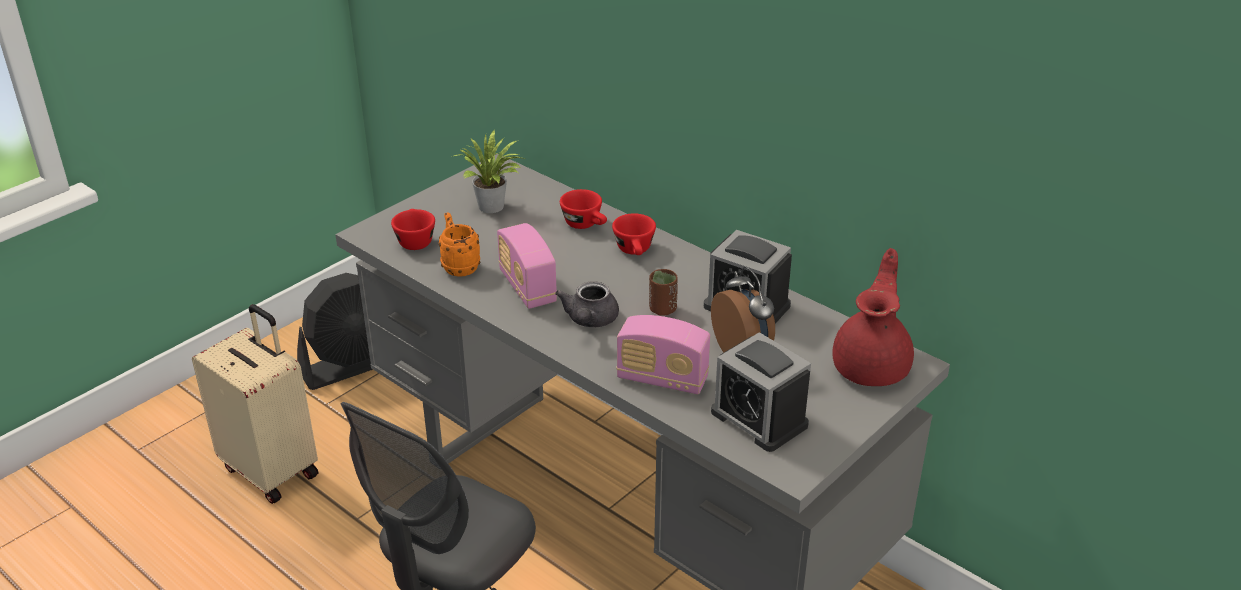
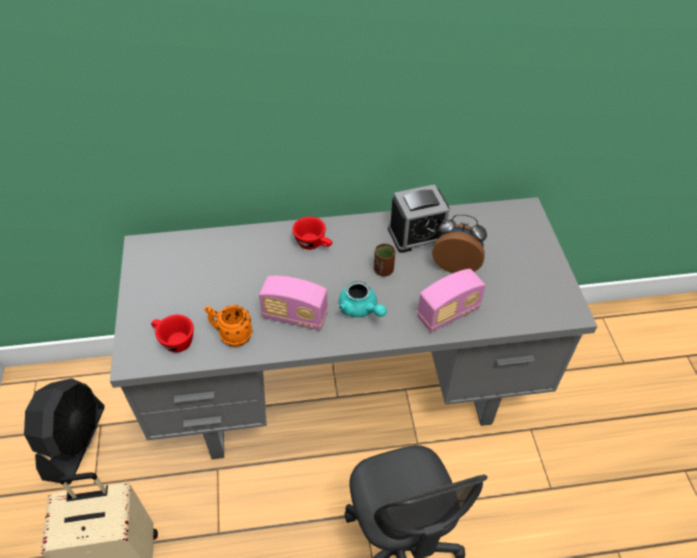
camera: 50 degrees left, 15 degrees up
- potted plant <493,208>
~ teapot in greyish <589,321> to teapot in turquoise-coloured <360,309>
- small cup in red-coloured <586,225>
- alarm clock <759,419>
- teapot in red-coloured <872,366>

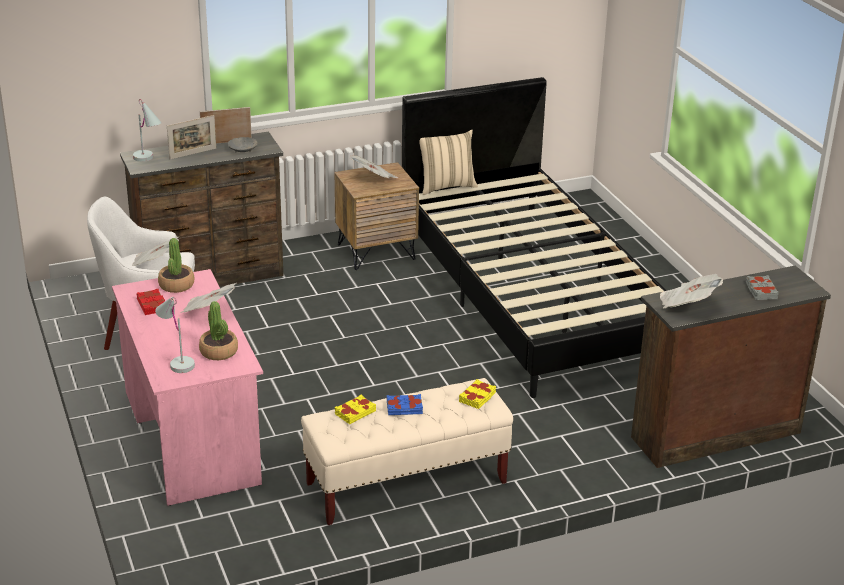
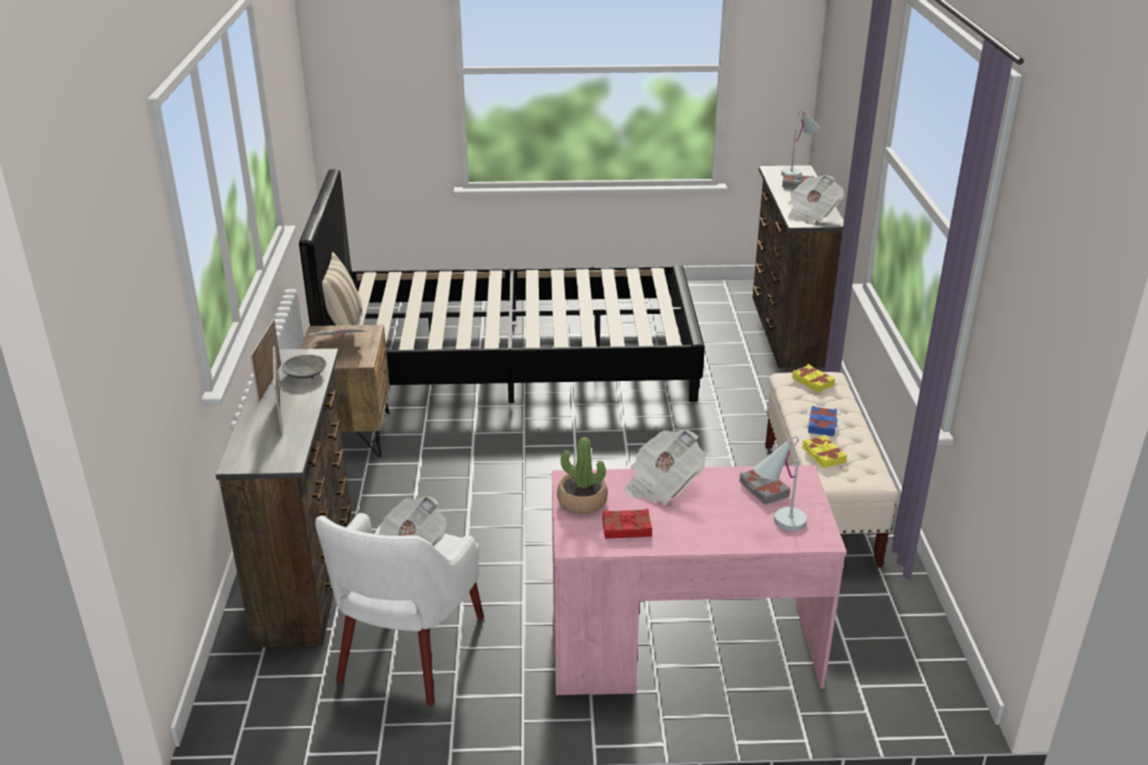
camera: 70 degrees left, 0 degrees up
~ tabletop lamp in white-coloured <149,160> to <798,172>
~ potted plant <219,351> to volume in greyish <763,489>

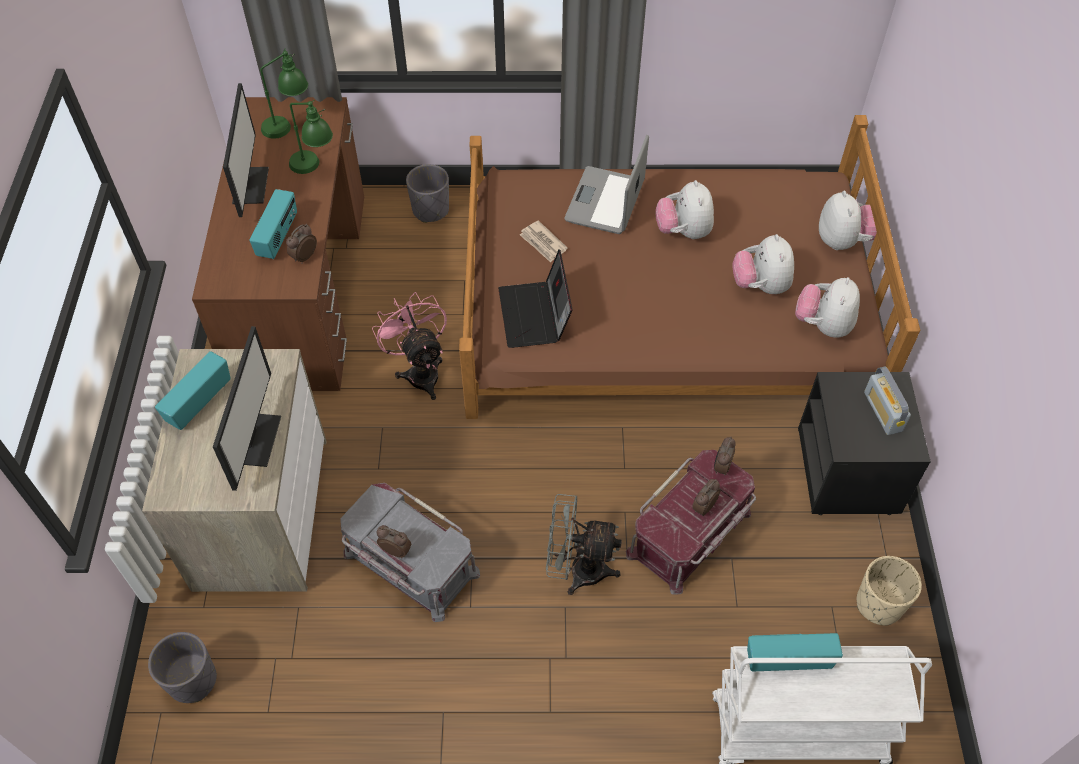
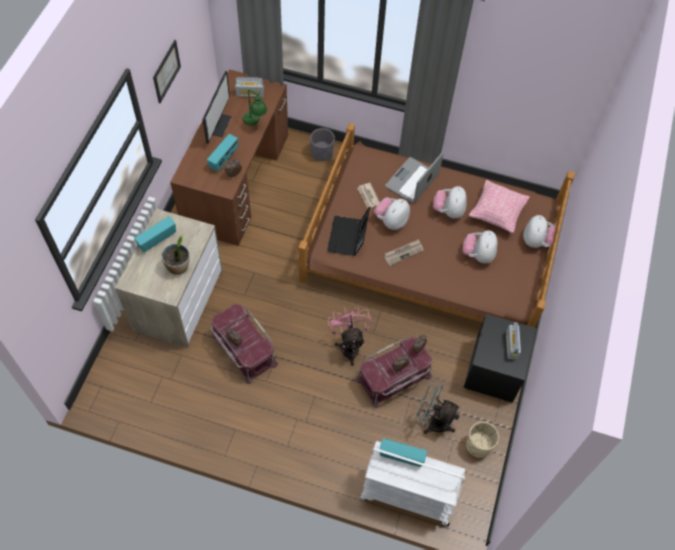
camera: 15 degrees right, 5 degrees up
- plant pot in greyish <192,680>
~ computer screen <255,438> to potted plant <178,267>
~ tabletop lamp in green <289,125> to radio <250,93>
~ storage box in greyish <409,564> to storage box in red-coloured <243,350>
~ electric fan in pinkish <420,371> to <349,345>
~ electric fan in greyish <577,569> to <432,421>
~ soft toy <823,325> to <391,221>
+ wall art <166,71>
+ printed paper <403,253>
+ throw pillow in pinkish <496,214>

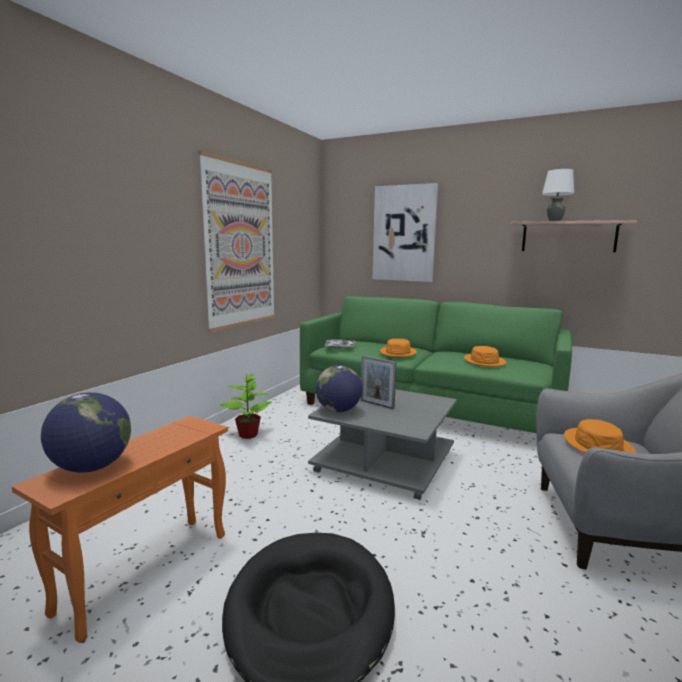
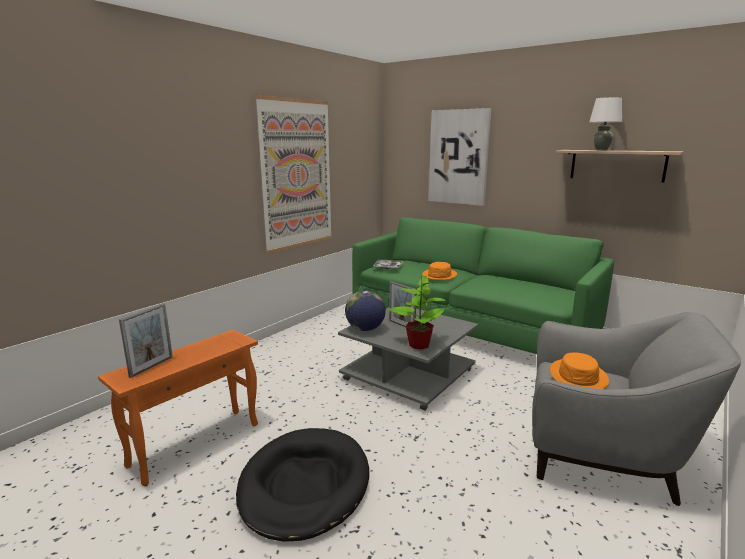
camera: 10 degrees right, 5 degrees up
~ world globe <92,467> to standing frame <151,366>
~ potted plant <248,434> to <419,344>
- wearable hat in orange <484,361>

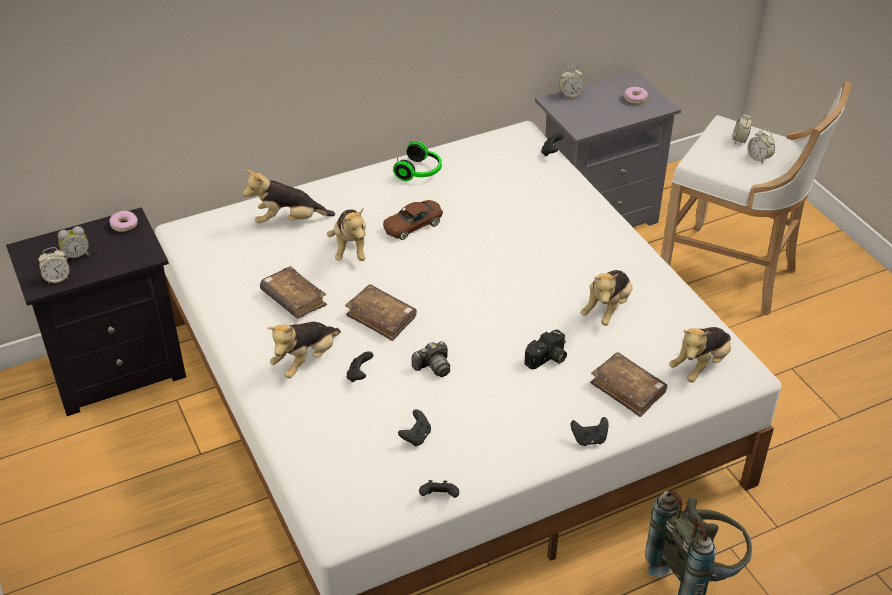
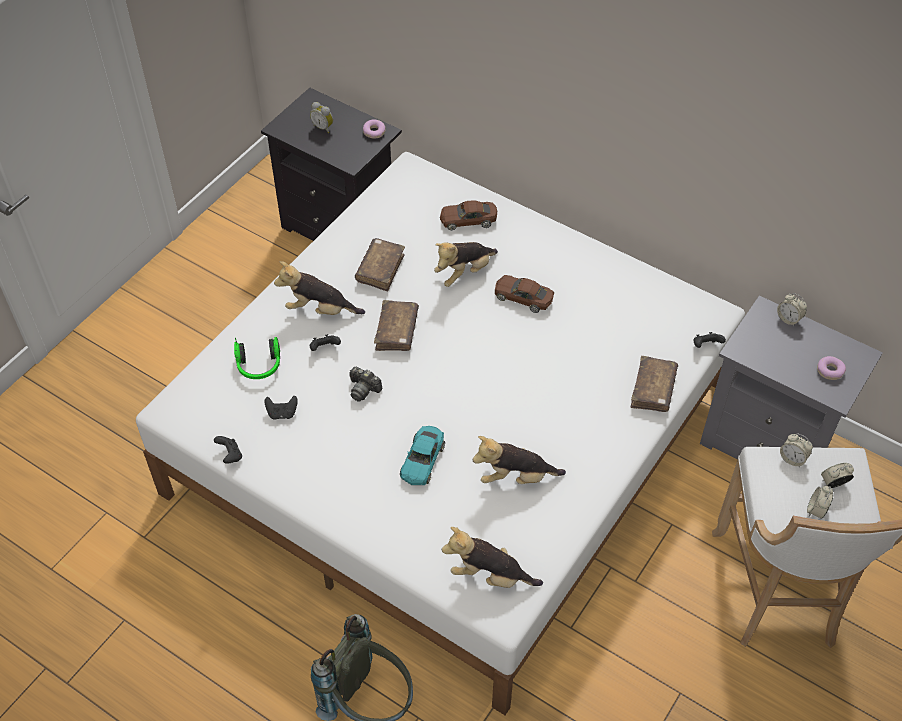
camera: 60 degrees right, 10 degrees up
~ alarm clock <57,278> to <792,458>
~ soft toy <288,221> to miniature car in brown <468,220>
~ headphones <420,172> to <259,366>
~ photo camera <547,359> to miniature car in turquoise-coloured <422,460>
- gamepad in black-coloured <589,439>
~ volume in brown <628,390> to <653,389>

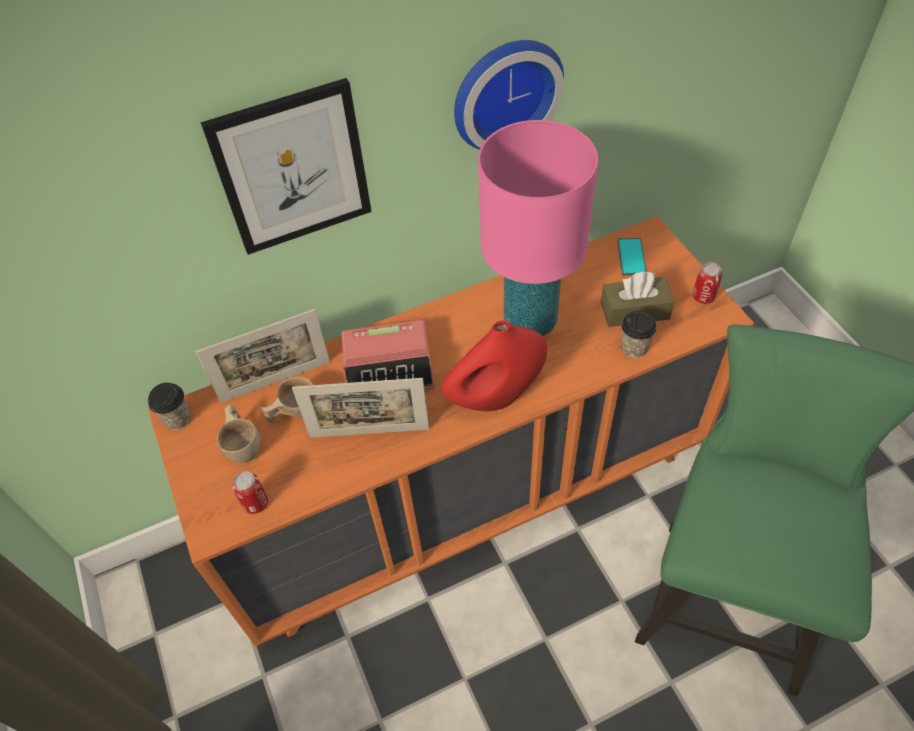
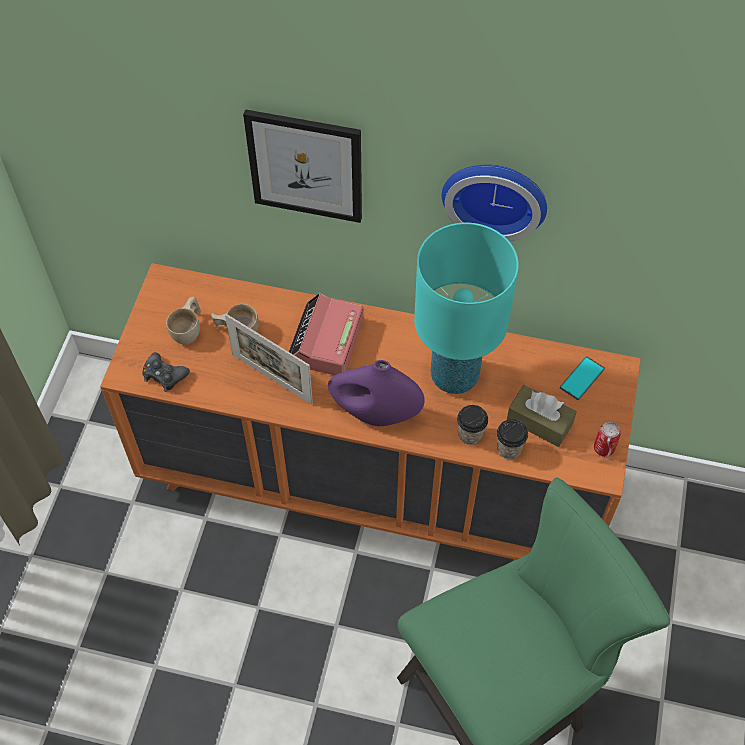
camera: 35 degrees right, 5 degrees up
~ small cup <178,419> to <470,435>
- standing frame <276,381>
~ sealed can <255,503> to gamepad in black-coloured <164,375>
~ alarm clock <389,368> = <325,342> 75 degrees clockwise
~ decorative vase in red-coloured <495,397> to decorative vase in purple <375,414>
~ tabletop lamp in pinkish <530,321> to tabletop lamp in turquoise-coloured <455,375>

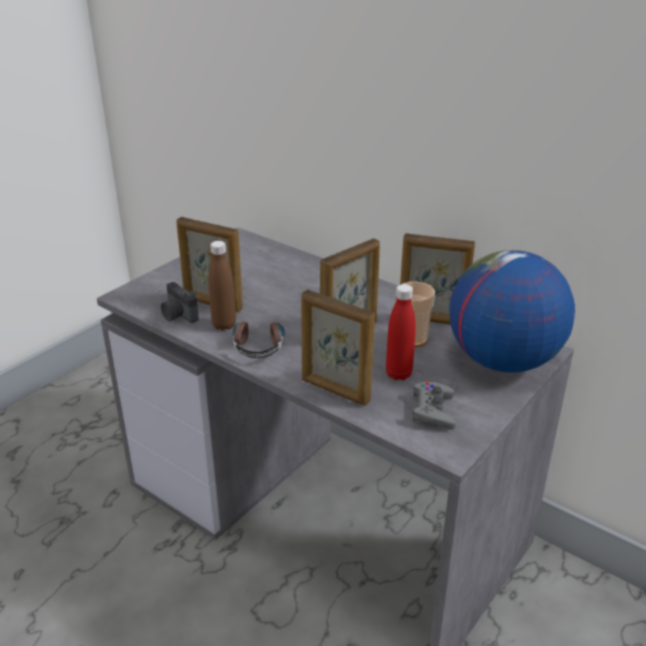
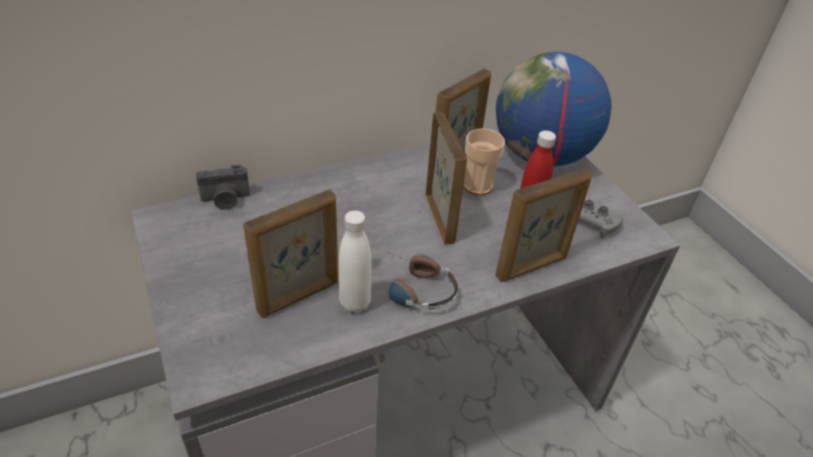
camera: 65 degrees left, 10 degrees up
~ photo camera <178,315> to <226,200>
~ bottle in brown <224,325> to bottle in white-coloured <355,303>

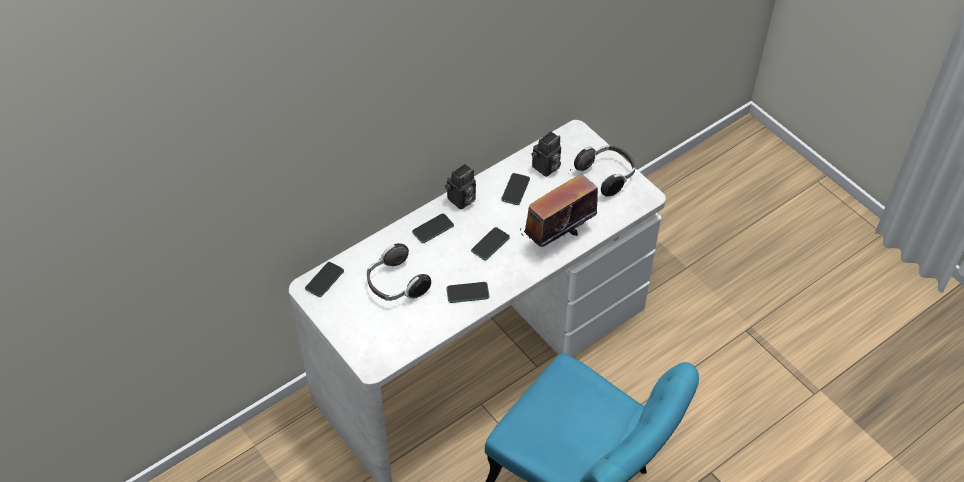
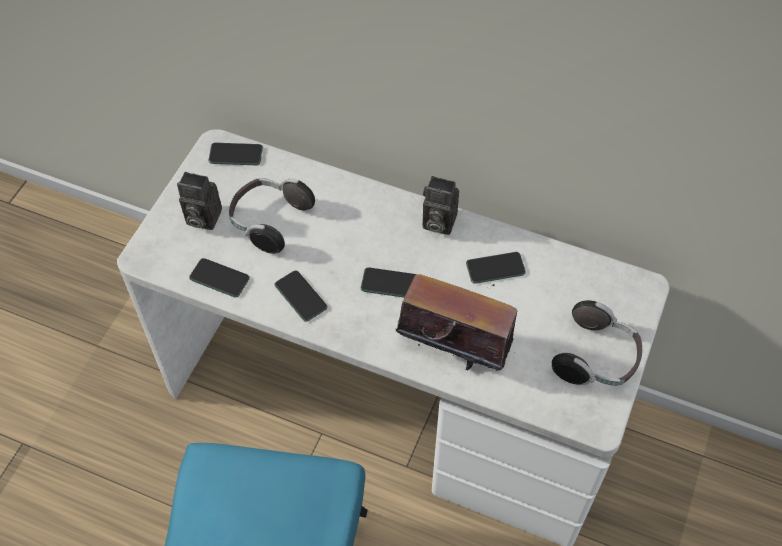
camera: 60 degrees right, 5 degrees up
~ phone <433,229> to <219,278>
~ photo camera <546,168> to <201,218>

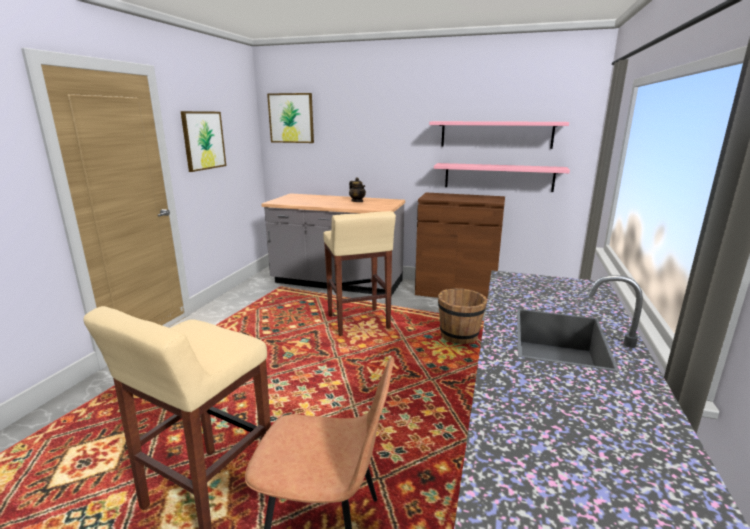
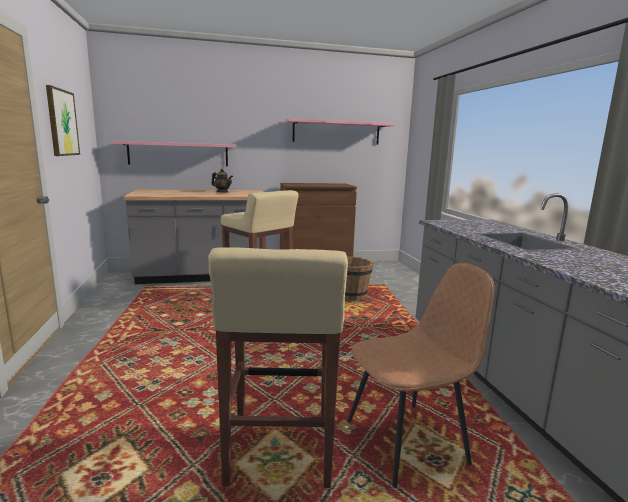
camera: 30 degrees left, 5 degrees down
- wall art <291,118>
~ bracket shelf in pinkish <498,177> to <178,154>

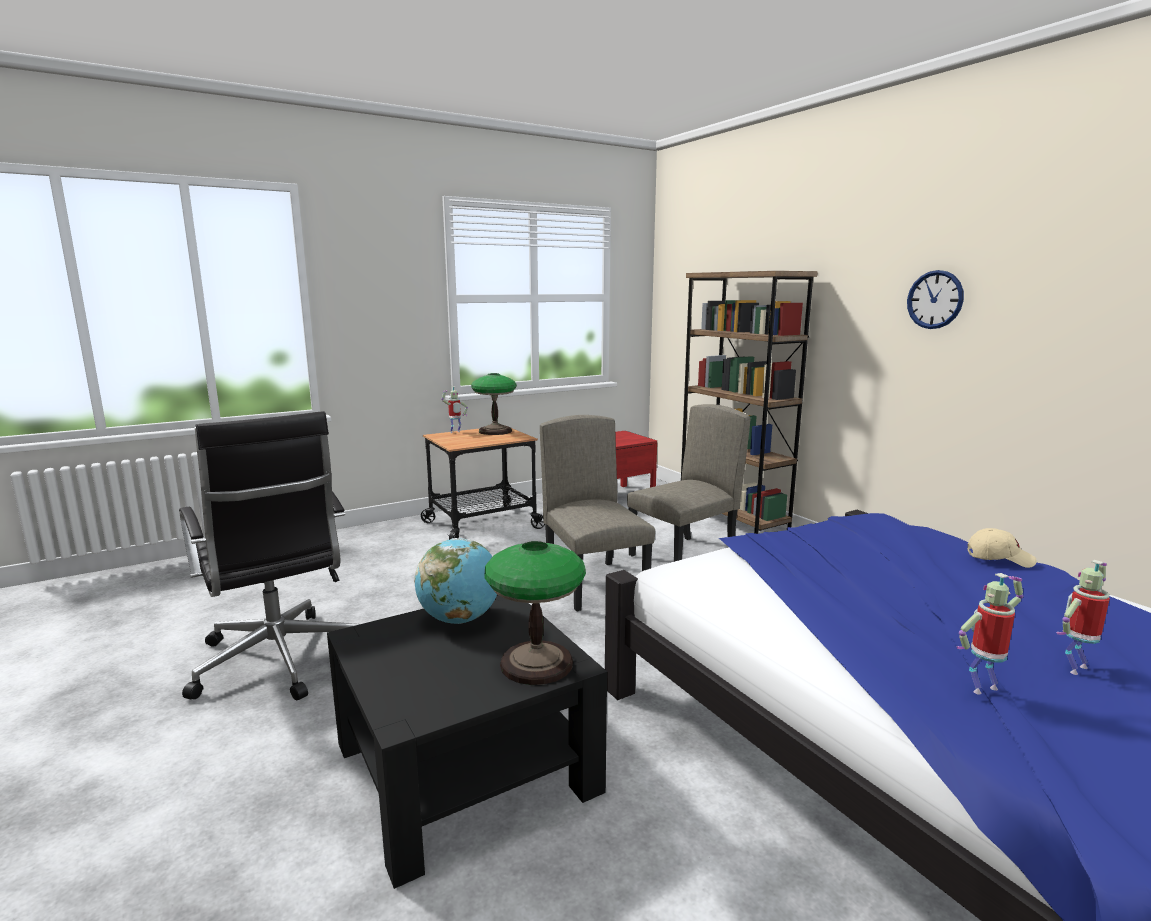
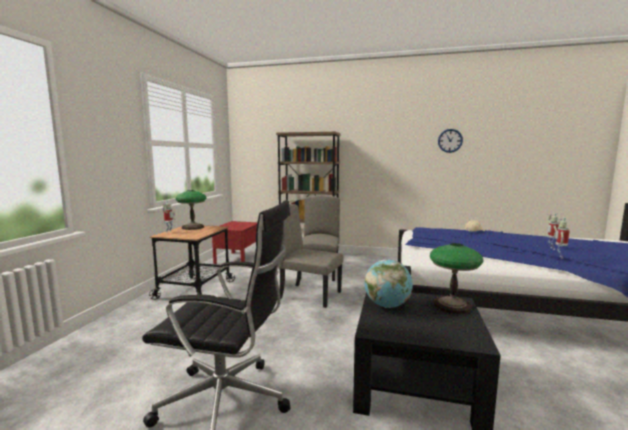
camera: 45 degrees left, 5 degrees down
~ wall clock <935,299> to <450,140>

